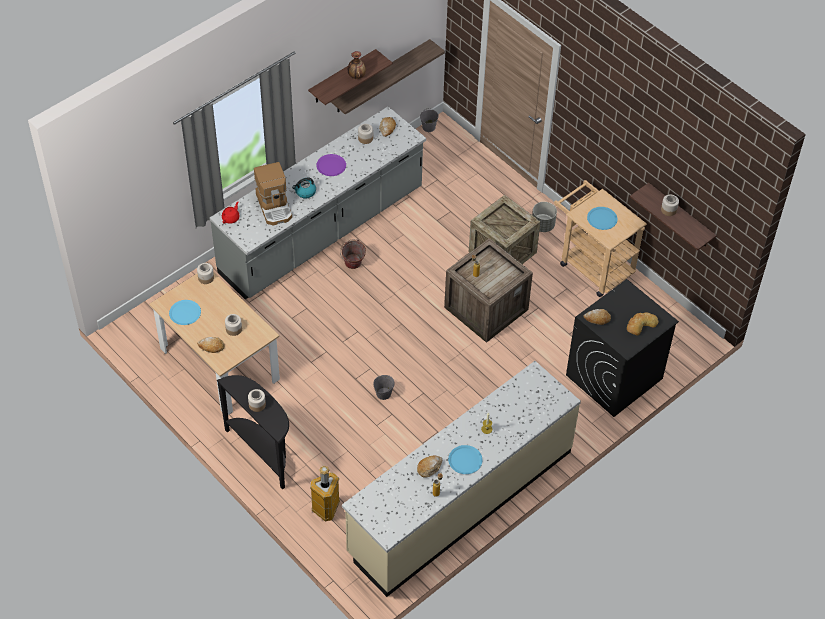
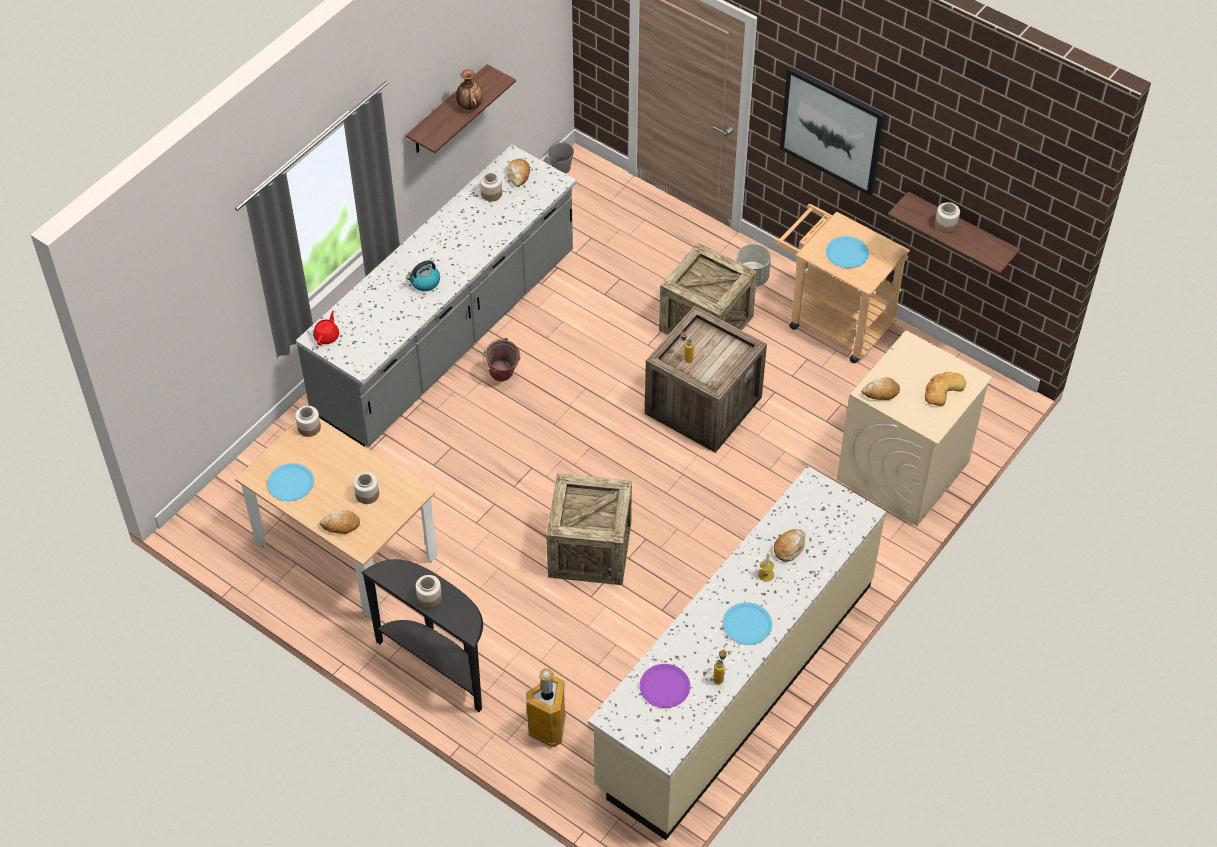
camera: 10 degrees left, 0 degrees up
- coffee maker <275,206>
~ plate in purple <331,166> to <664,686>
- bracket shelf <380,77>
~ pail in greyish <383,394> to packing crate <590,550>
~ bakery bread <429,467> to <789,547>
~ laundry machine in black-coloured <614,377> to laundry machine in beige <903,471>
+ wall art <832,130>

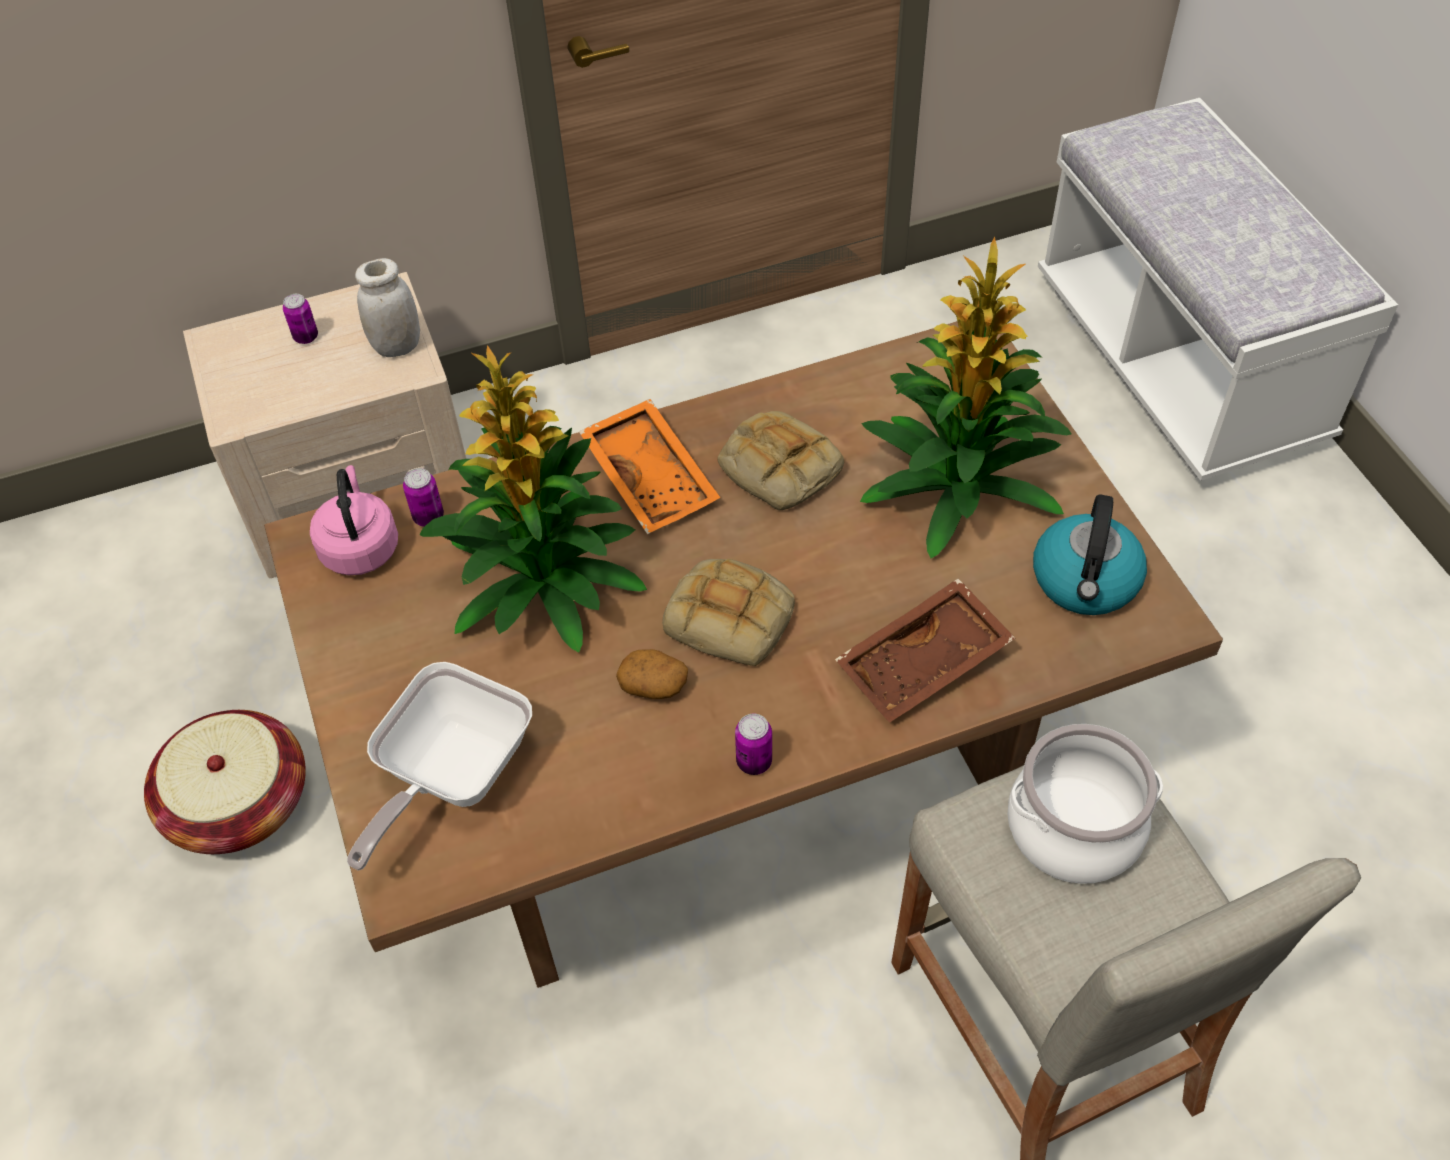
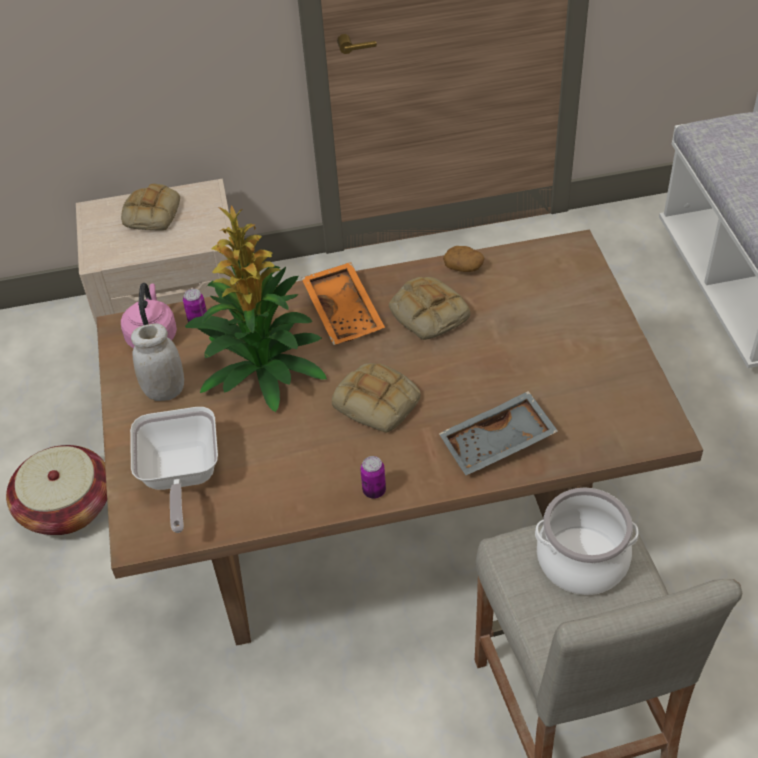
camera: 10 degrees right, 5 degrees down
~ sealed can <306,337> to bakery bread <151,213>
~ frying pan <450,777> = <180,478> 45 degrees counterclockwise
~ jar in white-coloured <397,346> to <165,391>
~ spud <654,684> to <464,267>
~ carrying tray in brown <925,664> to carrying tray in greyish <498,444>
- potted plant <955,483>
- kettle <1085,581>

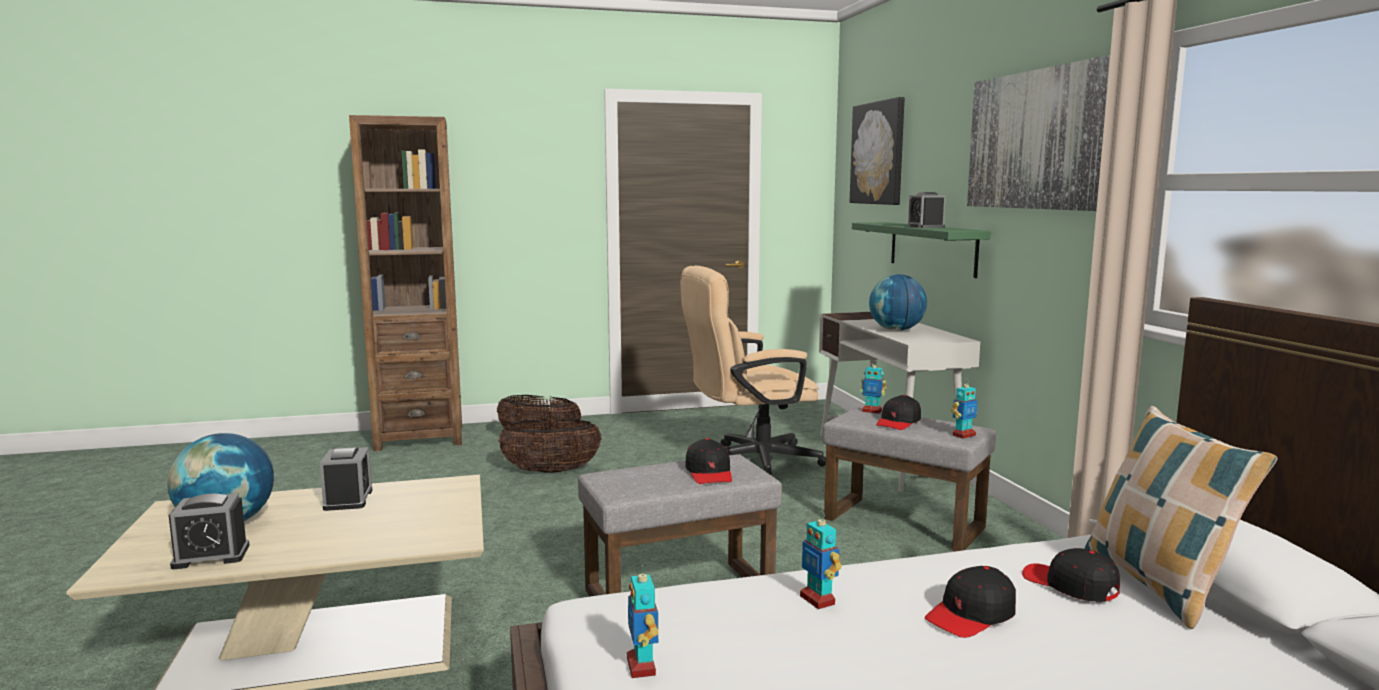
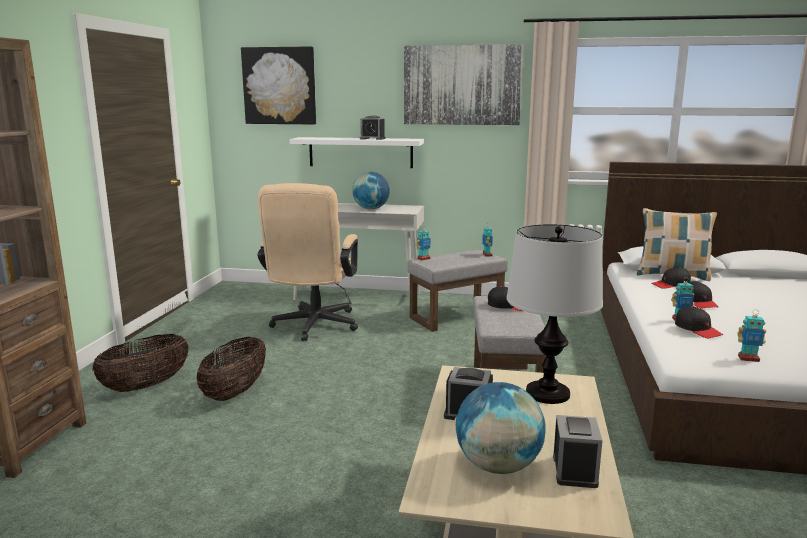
camera: 65 degrees left, 5 degrees up
~ bracket shelf in green <932,248> to bracket shelf in white-coloured <360,152>
~ peaked cap in black-coloured <898,422> to <697,329>
+ tabletop lamp <547,394>

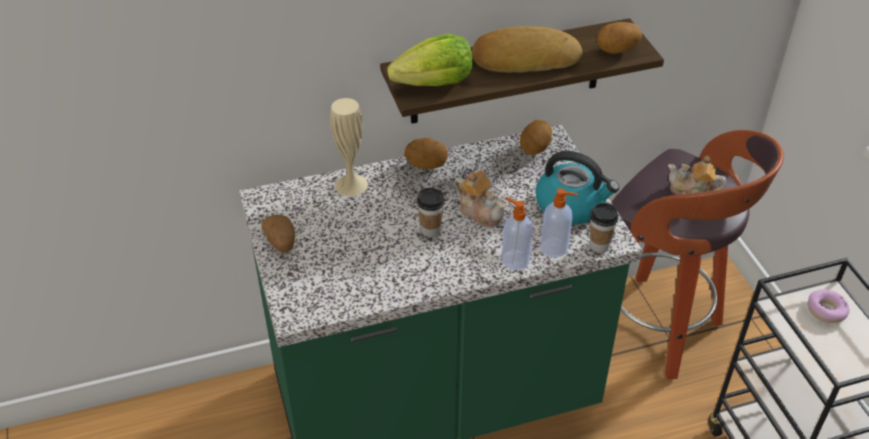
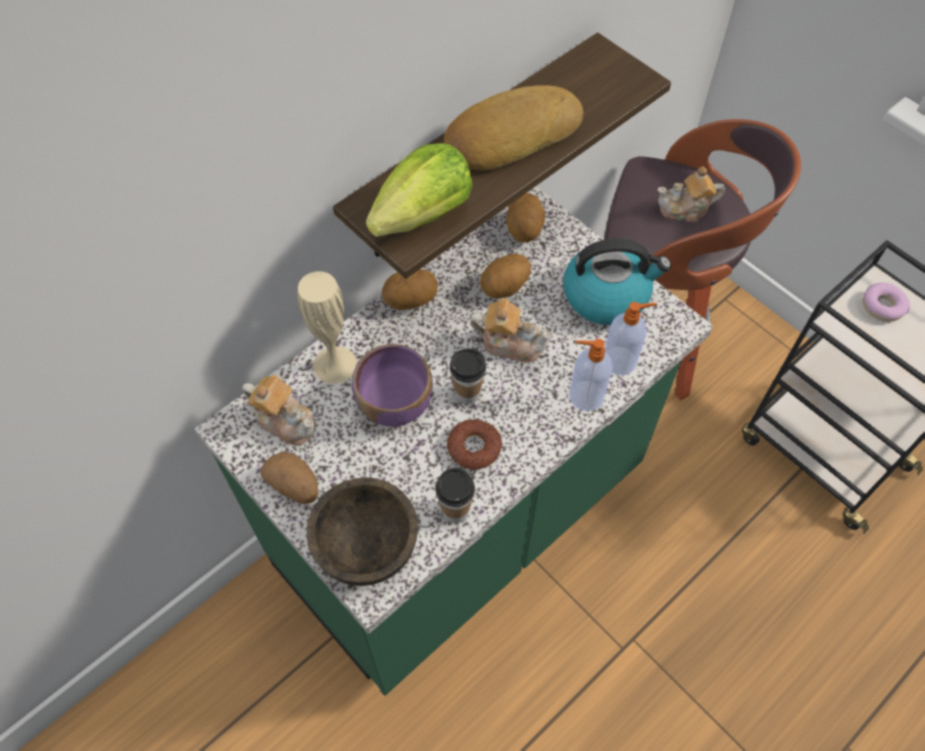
camera: 25 degrees left, 15 degrees up
~ small cup <599,245> to <455,511>
~ spud <617,51> to <505,288>
+ teapot <285,420>
+ bowl in brown <367,545>
+ bowl in purple <395,403>
+ doughnut <474,447>

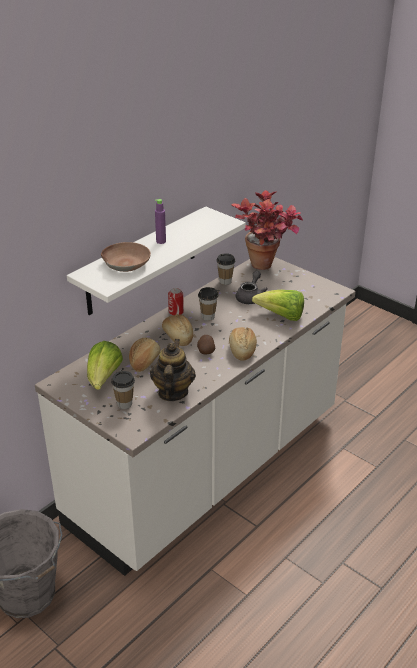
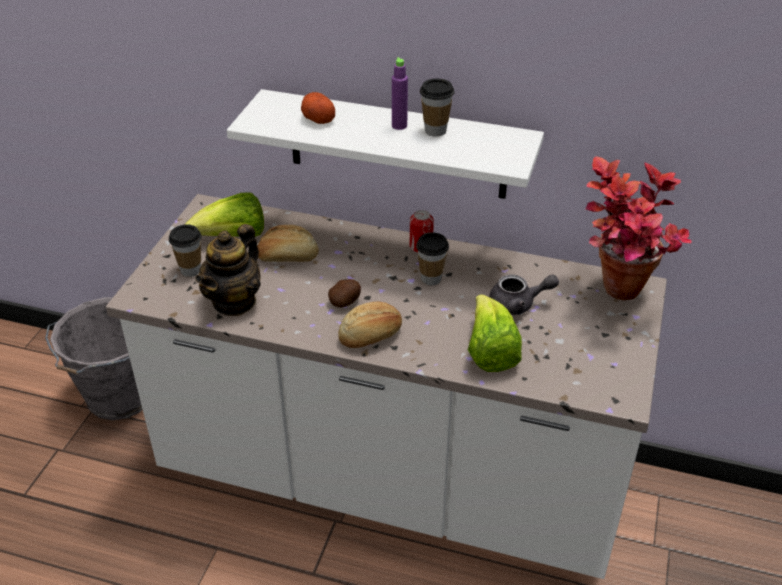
camera: 65 degrees right, 5 degrees up
~ bowl in brown <126,263> to spud <317,118>
~ teapot <172,392> = <234,301> 135 degrees clockwise
- bakery bread <178,336>
~ small cup <225,281> to <435,131>

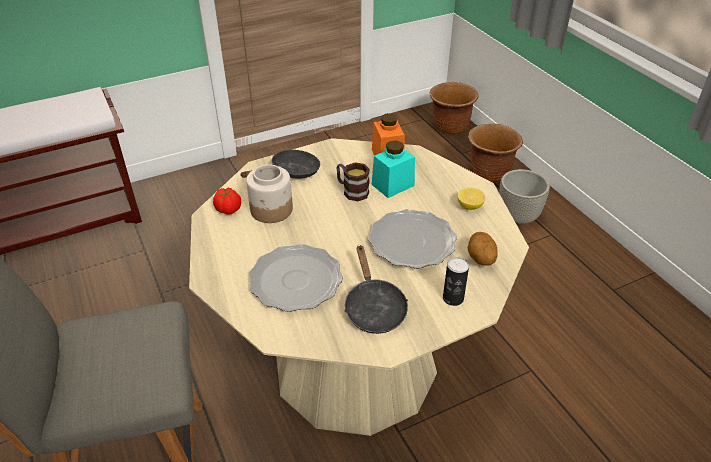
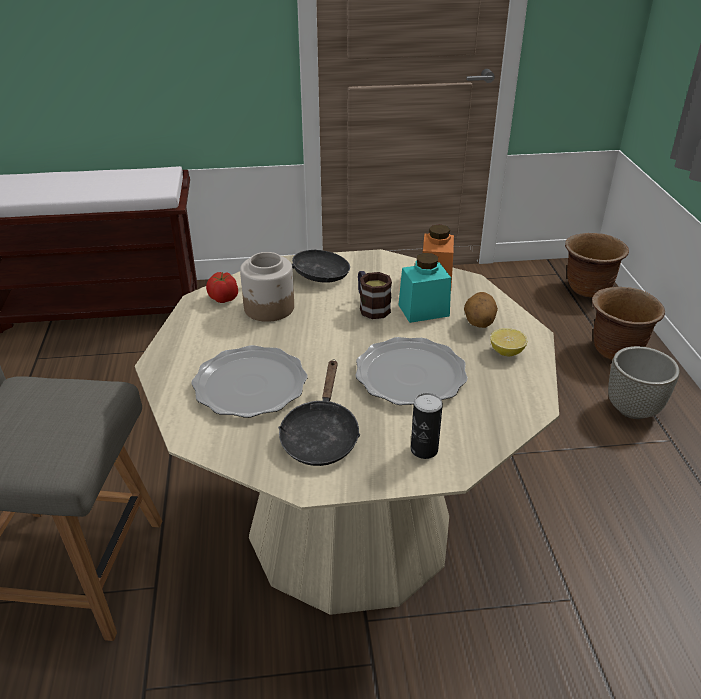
camera: 20 degrees right, 5 degrees down
~ spud <480,259> to <478,323>

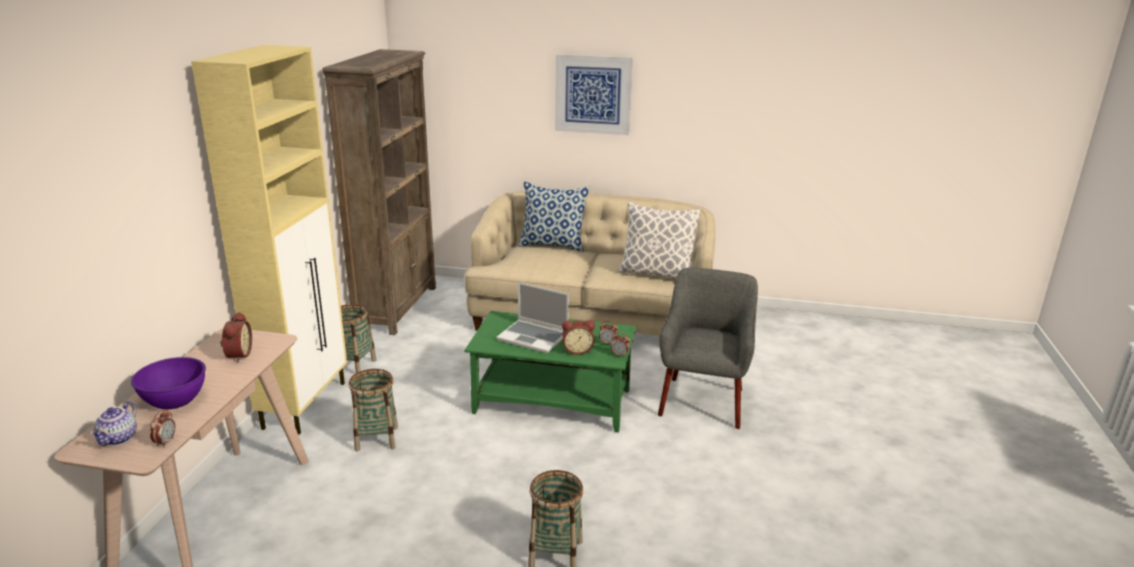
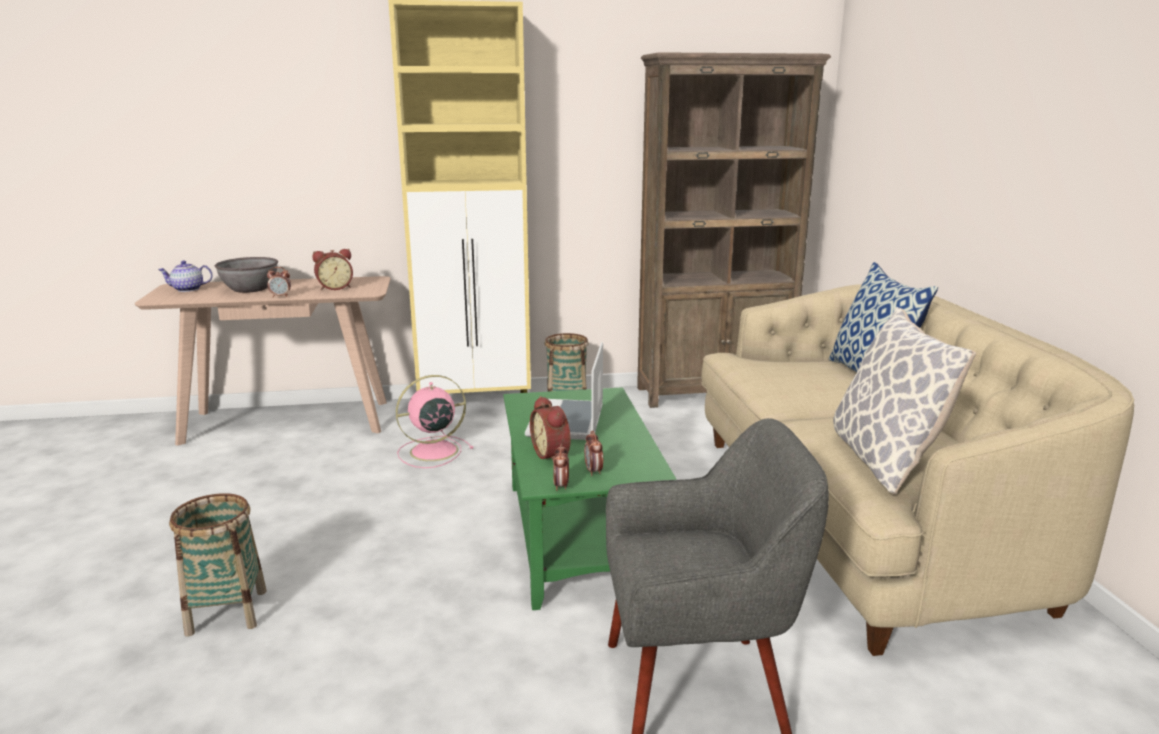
camera: 70 degrees right, 5 degrees down
~ bowl in purple <174,400> to bowl in greyish <250,289>
~ alarm clock <165,442> to <281,296>
~ basket <376,438> to electric fan in pinkish <431,451>
- wall art <593,94>

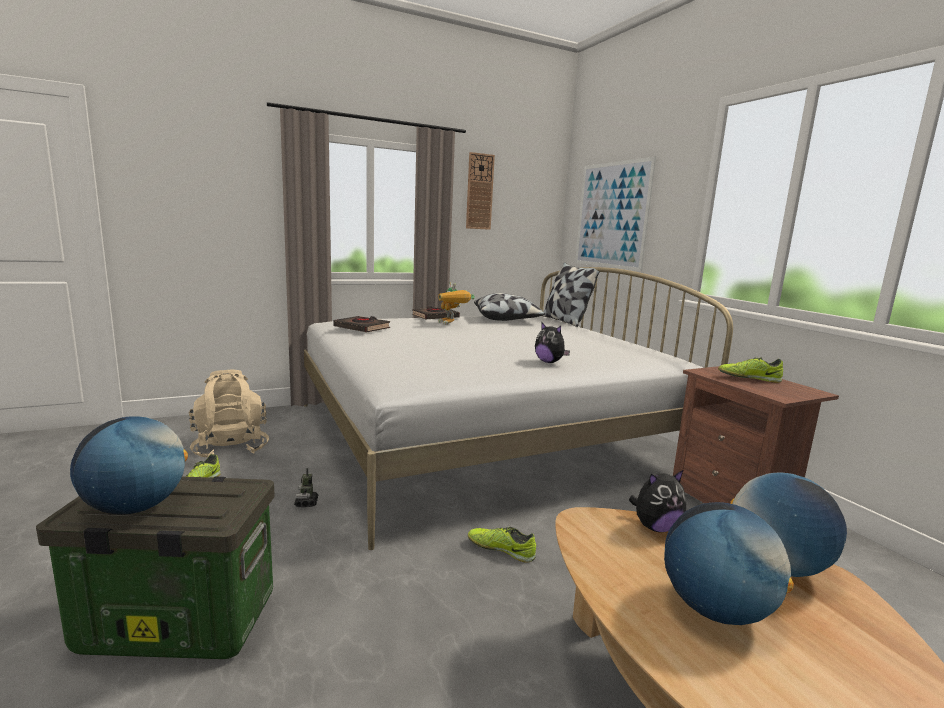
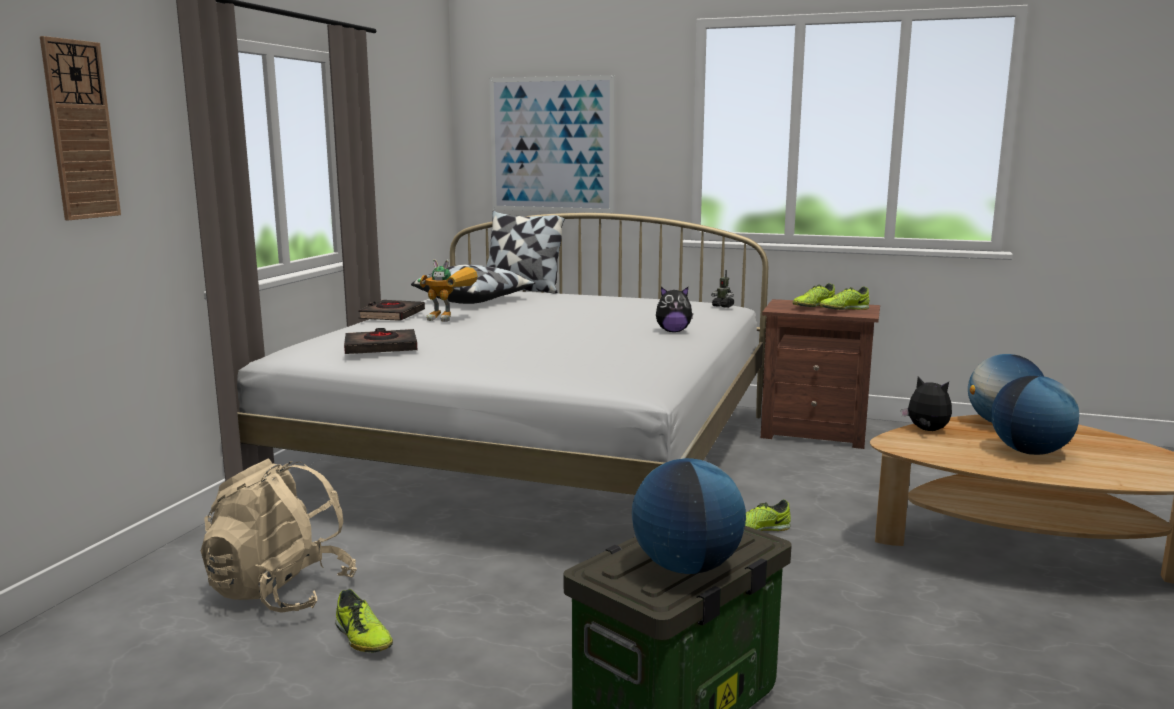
camera: 45 degrees left, 0 degrees up
~ model robot <306,503> to <723,306>
~ wall clock <479,191> to <80,130>
~ soft toy <655,527> = <926,431> 75 degrees counterclockwise
+ low shoe <843,310>

